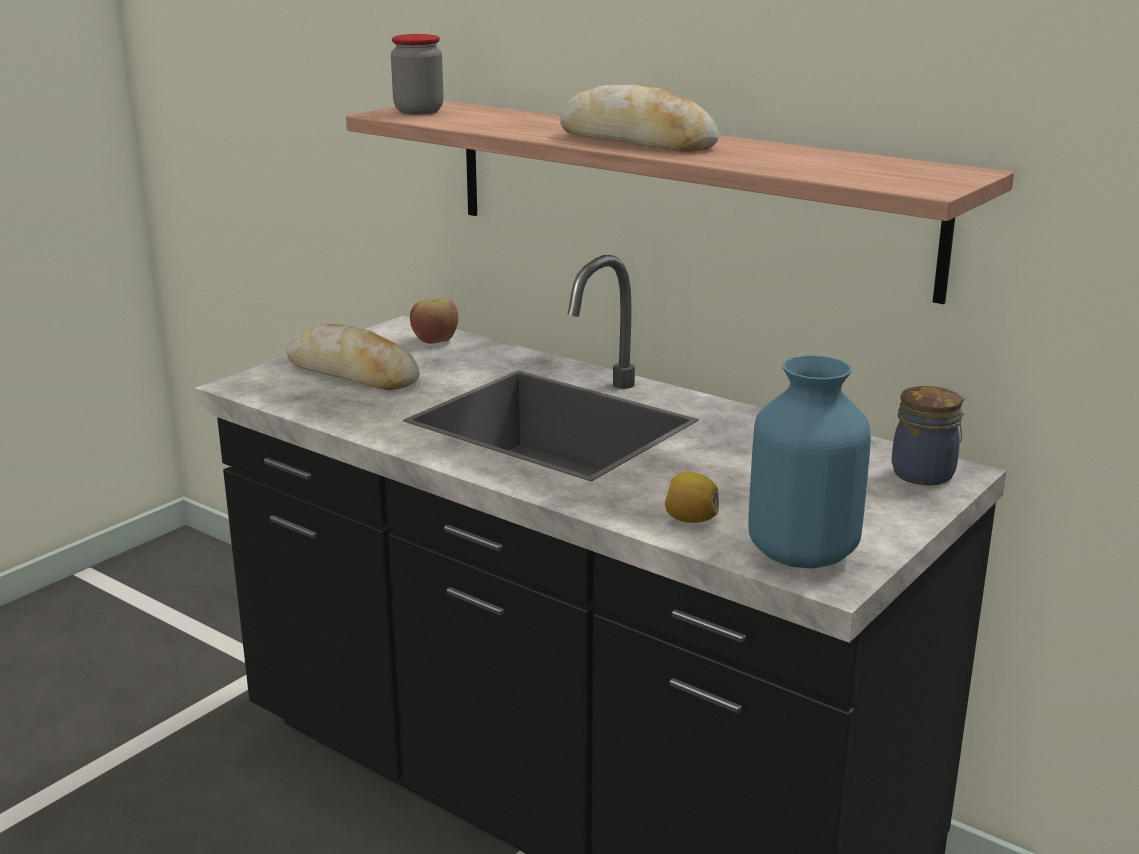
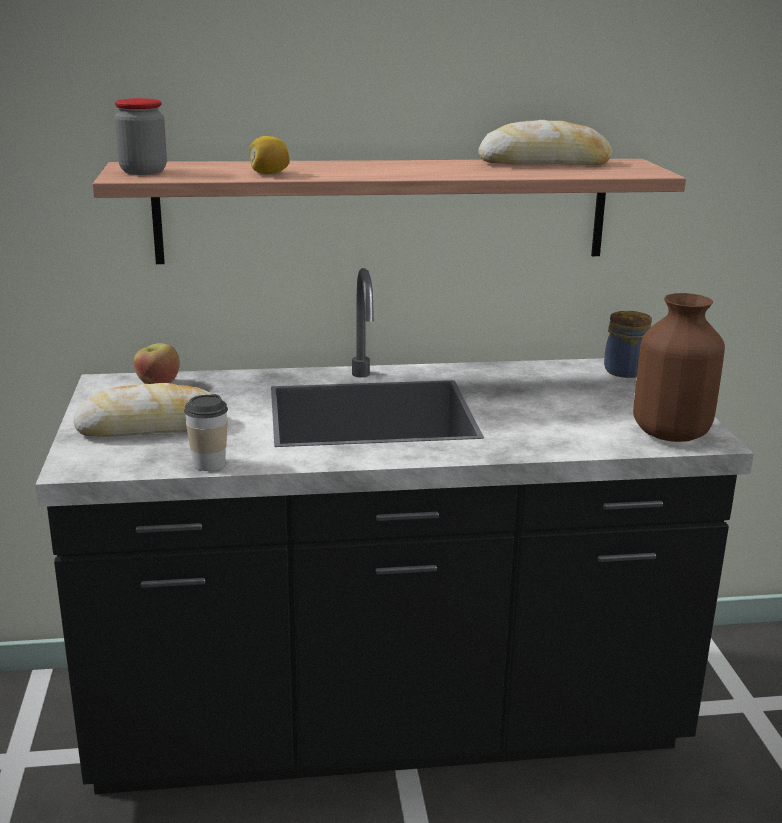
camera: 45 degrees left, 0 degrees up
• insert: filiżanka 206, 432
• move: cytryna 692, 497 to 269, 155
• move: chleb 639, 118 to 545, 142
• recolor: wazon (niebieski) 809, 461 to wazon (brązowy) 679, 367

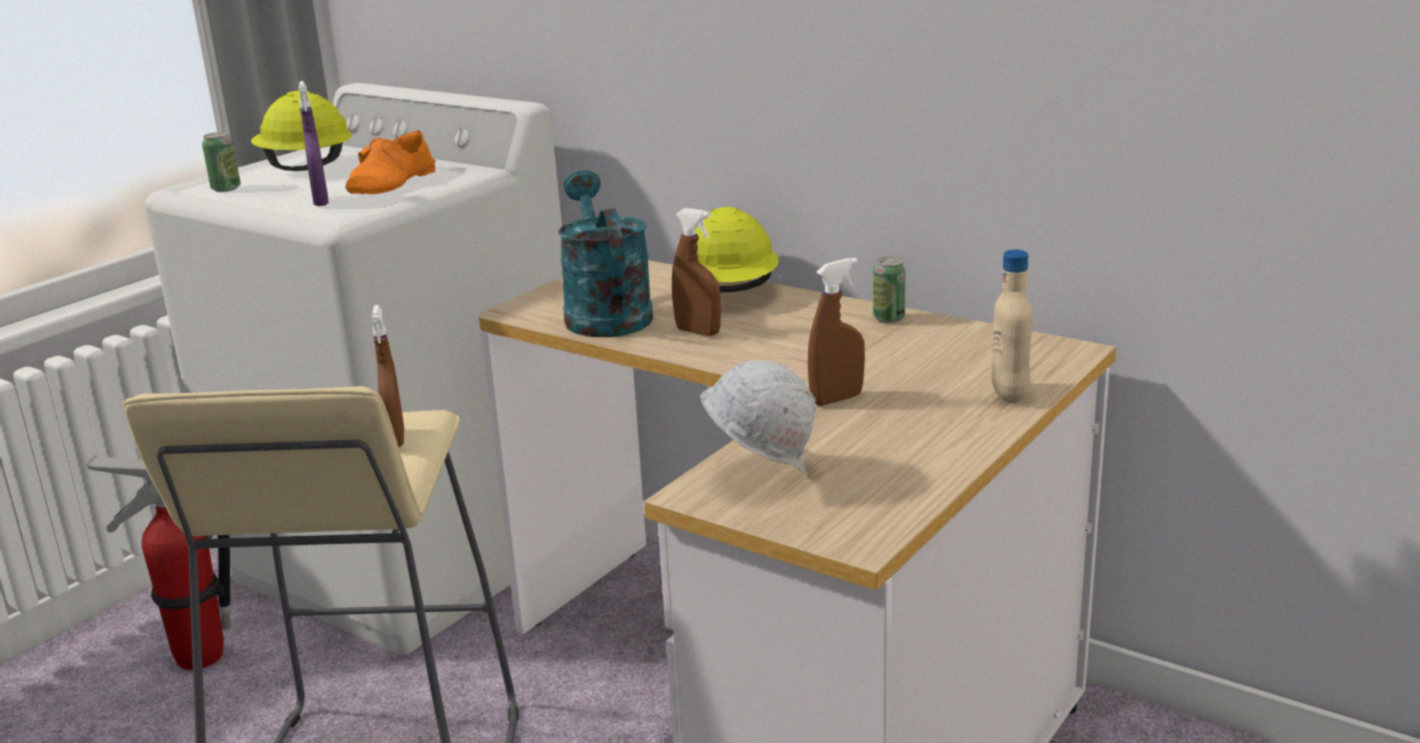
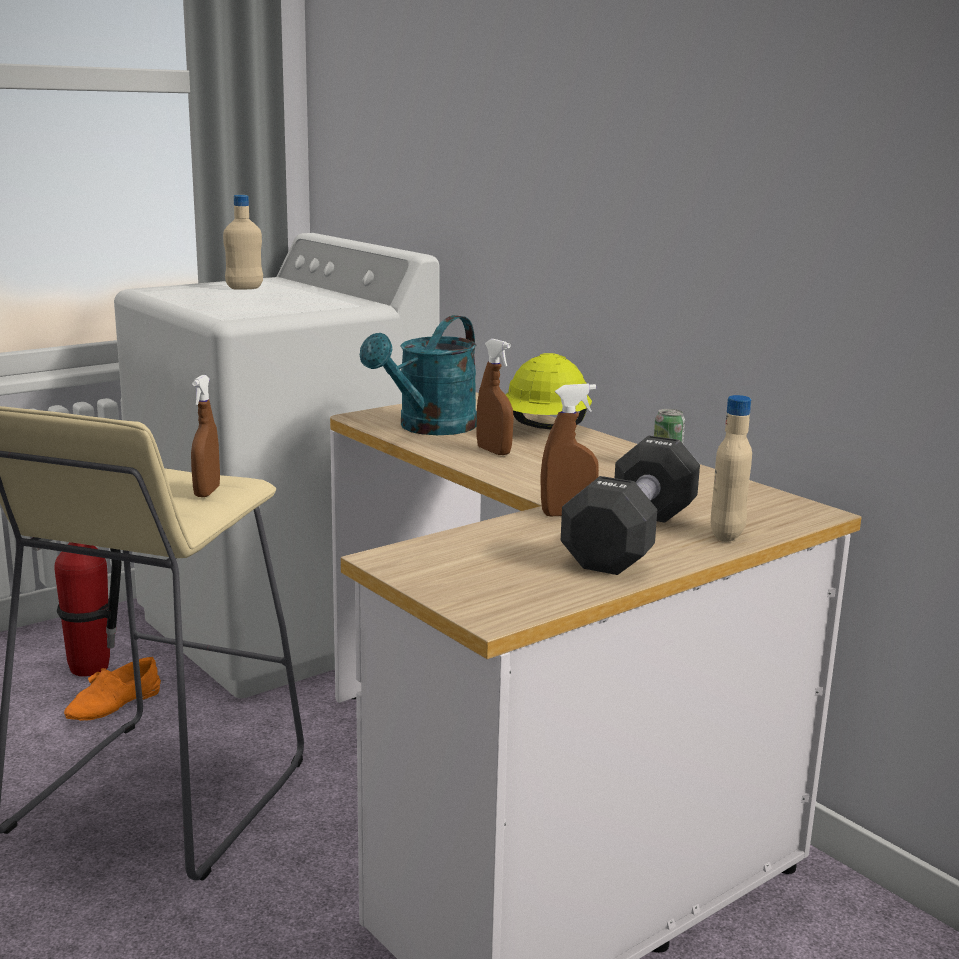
camera: 15 degrees right, 5 degrees down
• move: but (pomarańczowy) 390, 162 to 112, 689
• replace: kask (żółty) 301, 131 to butelka (beżowy) 243, 242
• rotate: konewka (turkusowy) 605, 253 = 418, 375 150 degrees counterclockwise
• insert: hantel (czarny) 630, 505
• delete: puszka 221, 162
• delete: spryskiwacz (fioletowy) 314, 143
• delete: kask (biały) 758, 417

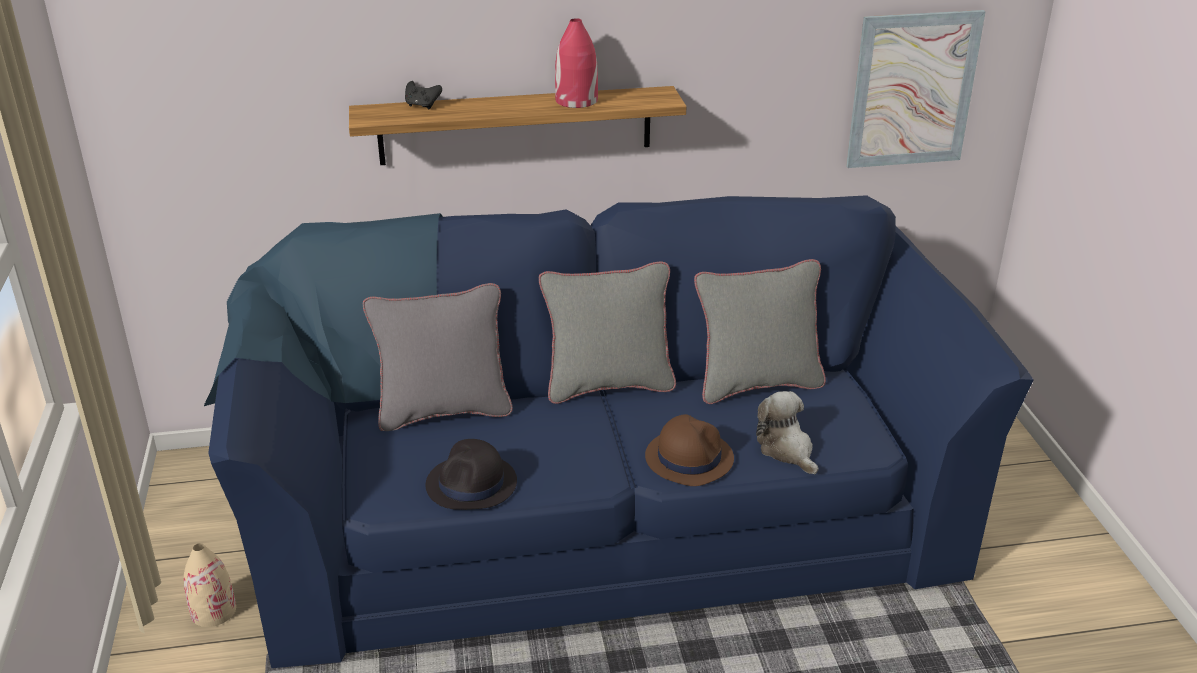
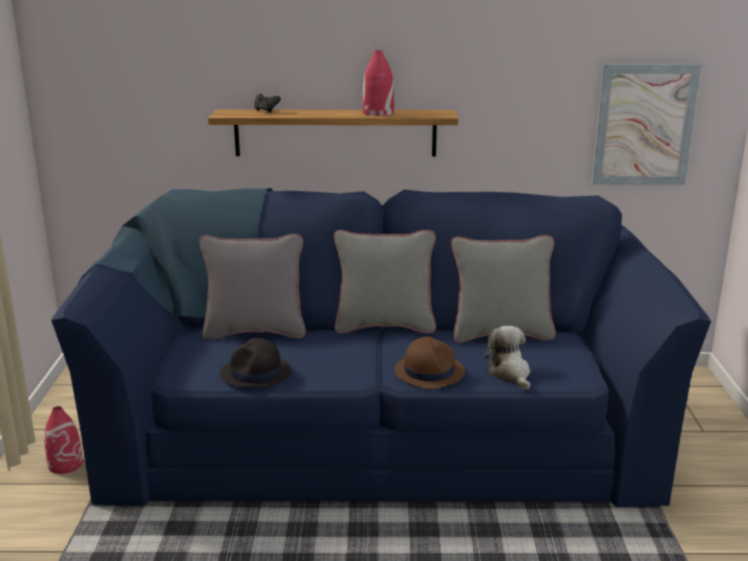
camera: 10 degrees right, 10 degrees down
• recolor: wazon (beżowy) 210, 585 to wazon (czerwony) 63, 440

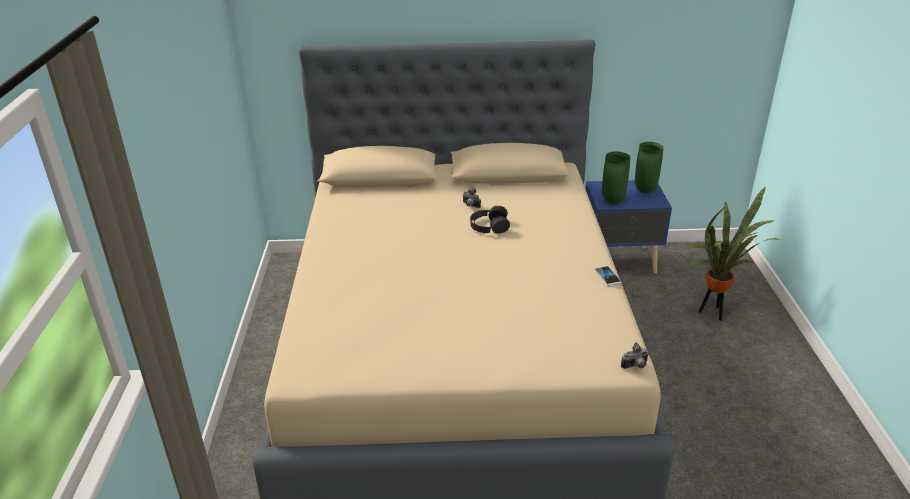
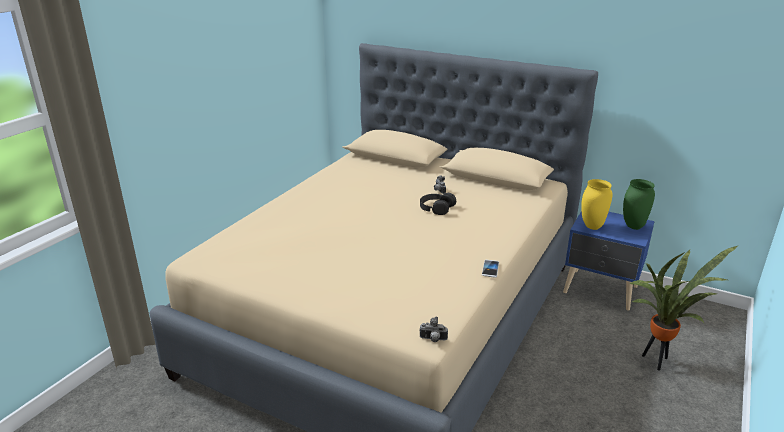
camera: 30 degrees right, 5 degrees down
• recolor: wazon (zielony) 616, 177 to wazon (żółty) 596, 204

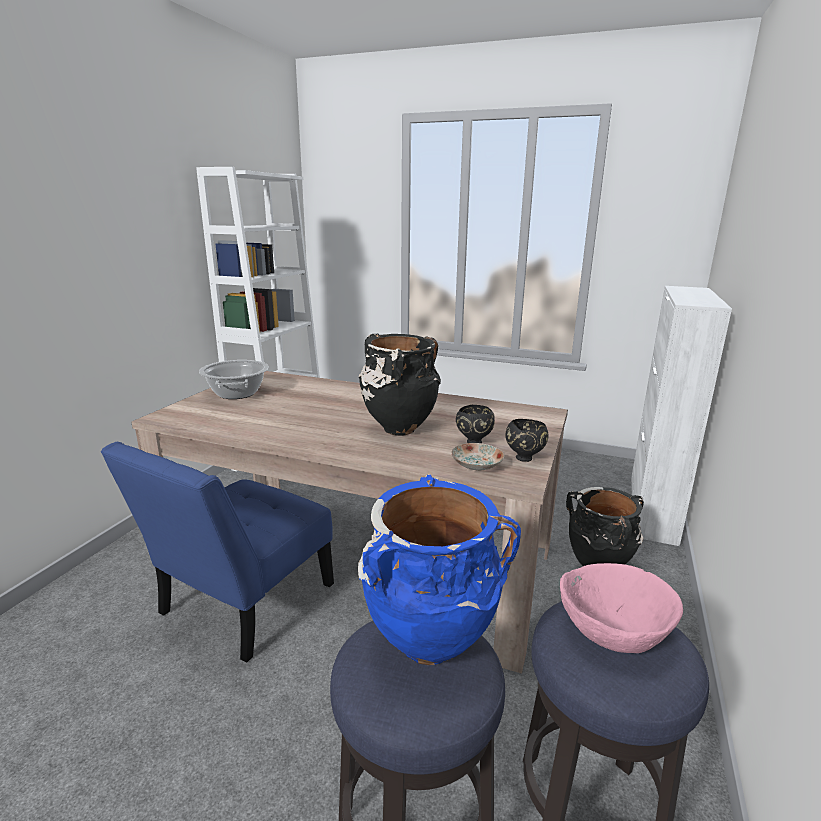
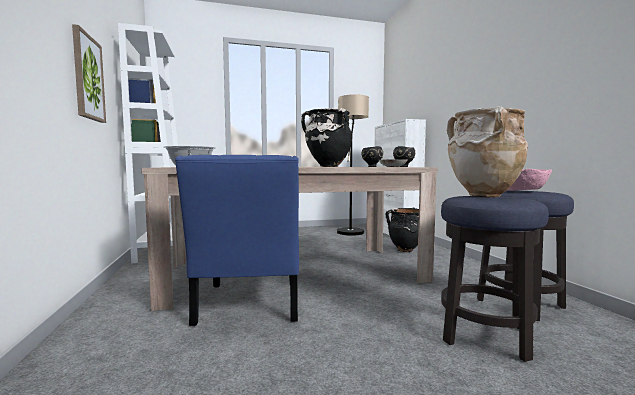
camera: 35 degrees left, 15 degrees down
• insert: obraz 89, 73
• insert: lampa stojąca 353, 165
• recolor: wazon (niebieski) 439, 569 to wazon (beżowy) 487, 151

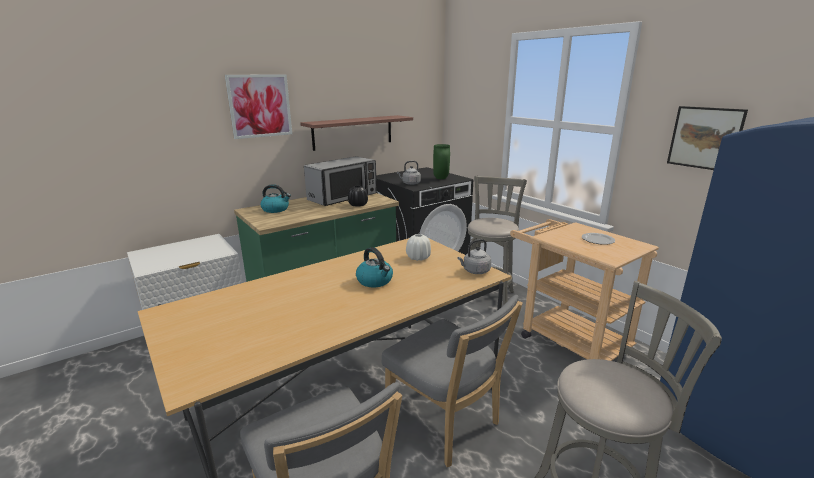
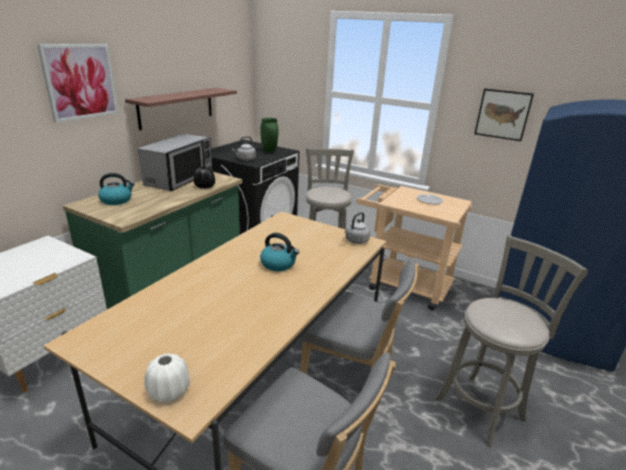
camera: 25 degrees left, 5 degrees up
• move: wazon (biały) 418, 247 to 167, 378

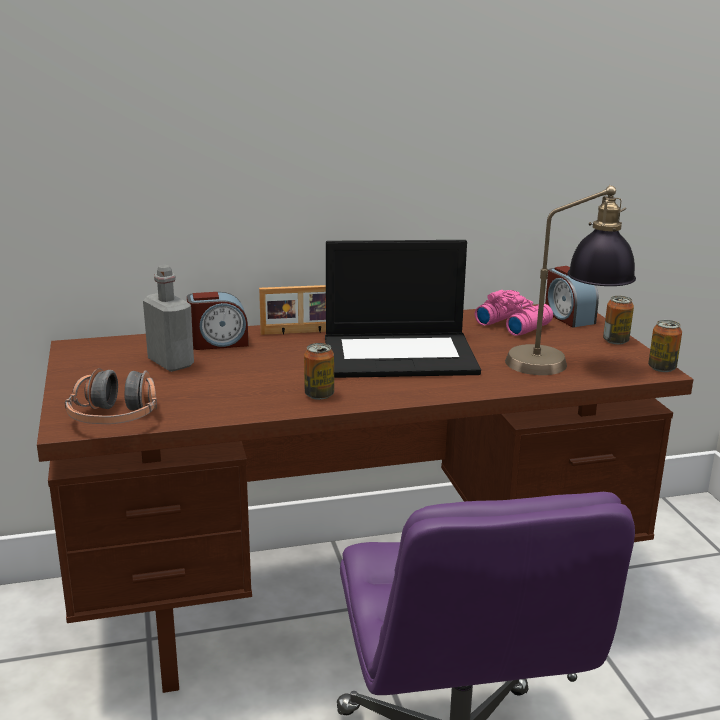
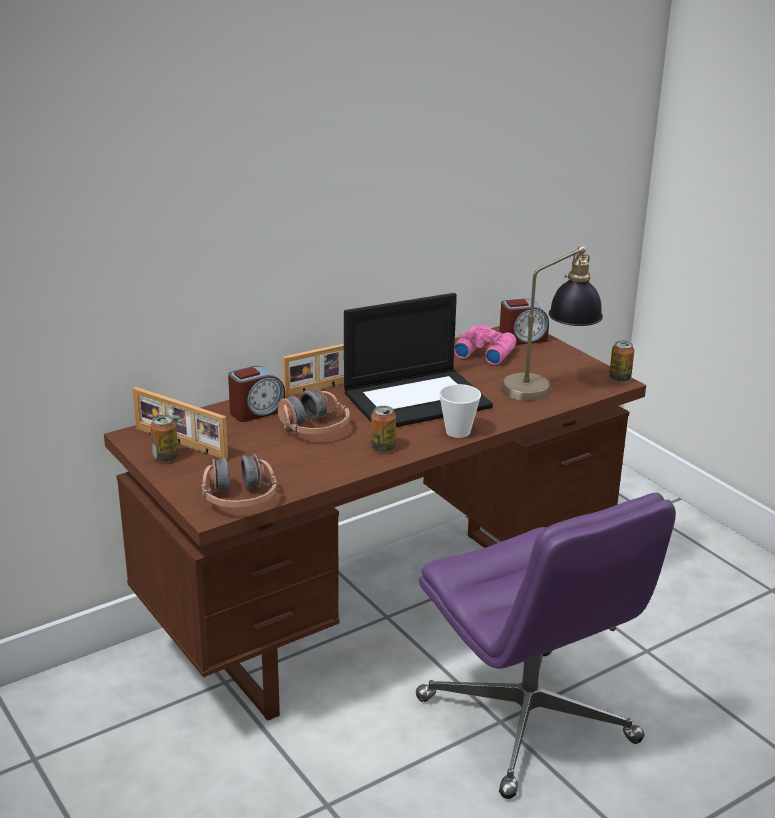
camera: 20 degrees left, 5 degrees up
• insert: ramka na zdjęcie 180, 423
• move: puszka 618, 320 to 164, 438
• insert: słuchawki 313, 411
• insert: filiżanka 460, 411
• rotate: budzik 572, 297 = 524, 322 60 degrees counterclockwise
• delete: butelka (szary) 168, 318

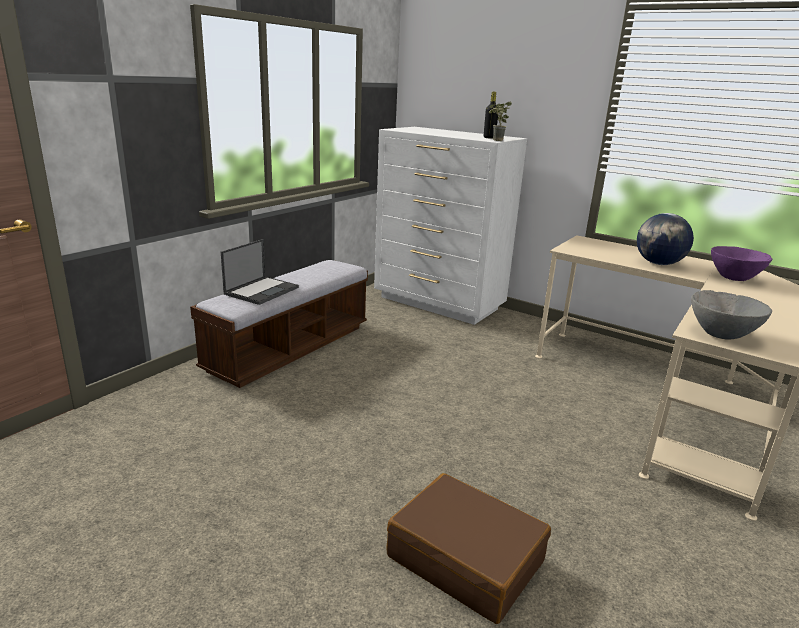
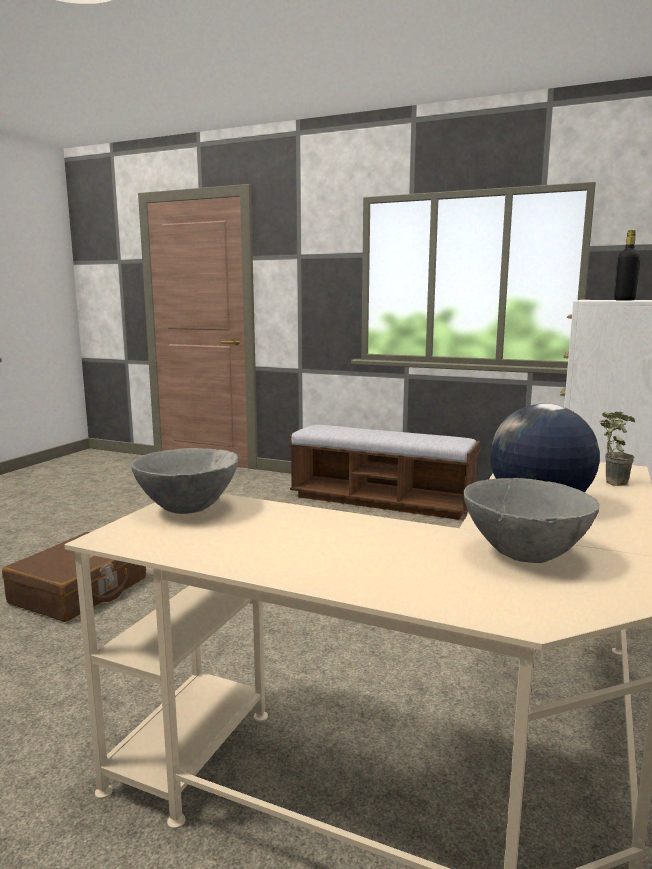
camera: 80 degrees right, 10 degrees down
• recolor: miska (fioletowy) 741, 263 to miska (szary) 531, 520
• move: roślina doniczkowa 500, 121 to 617, 448
• delete: laptop 260, 272

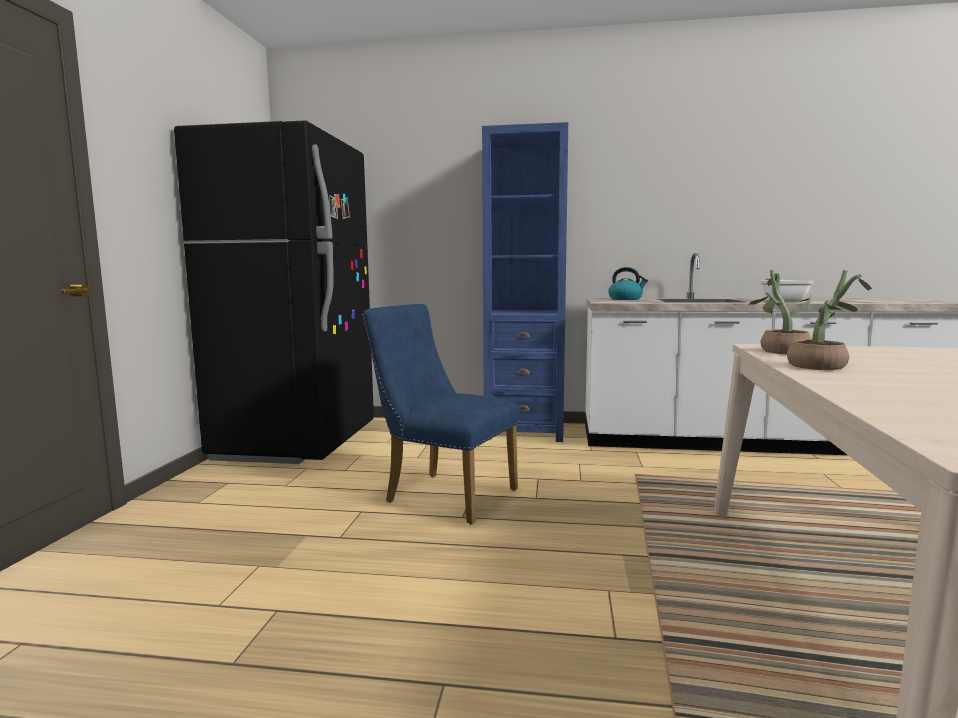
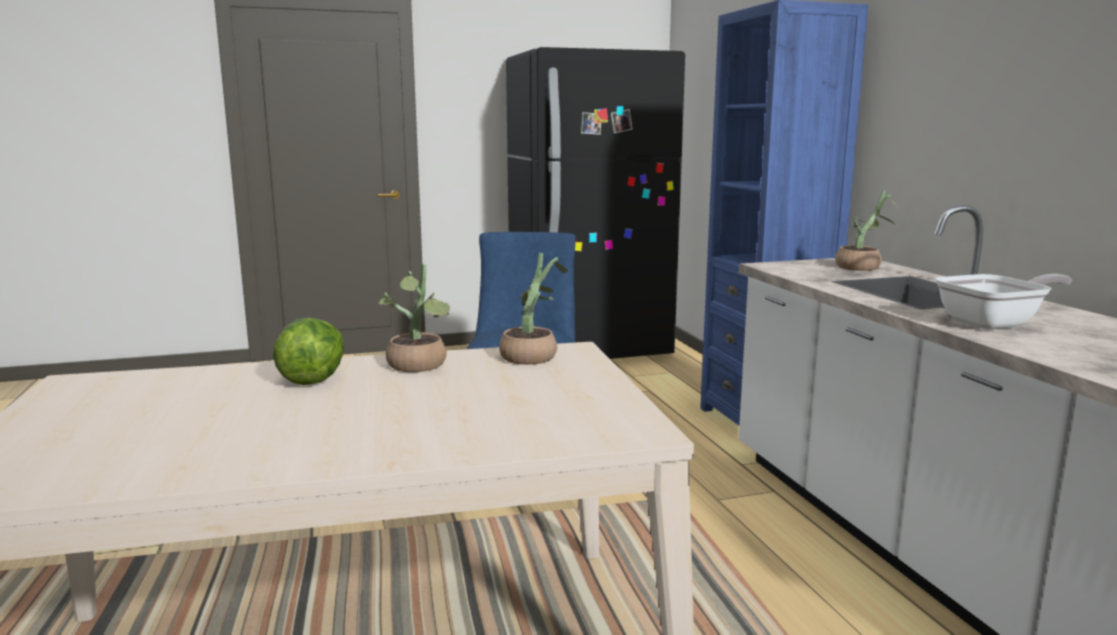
camera: 65 degrees right, 5 degrees up
• insert: sałata 308, 351
• replace: czajnik 628, 283 to roślina doniczkowa 866, 230

